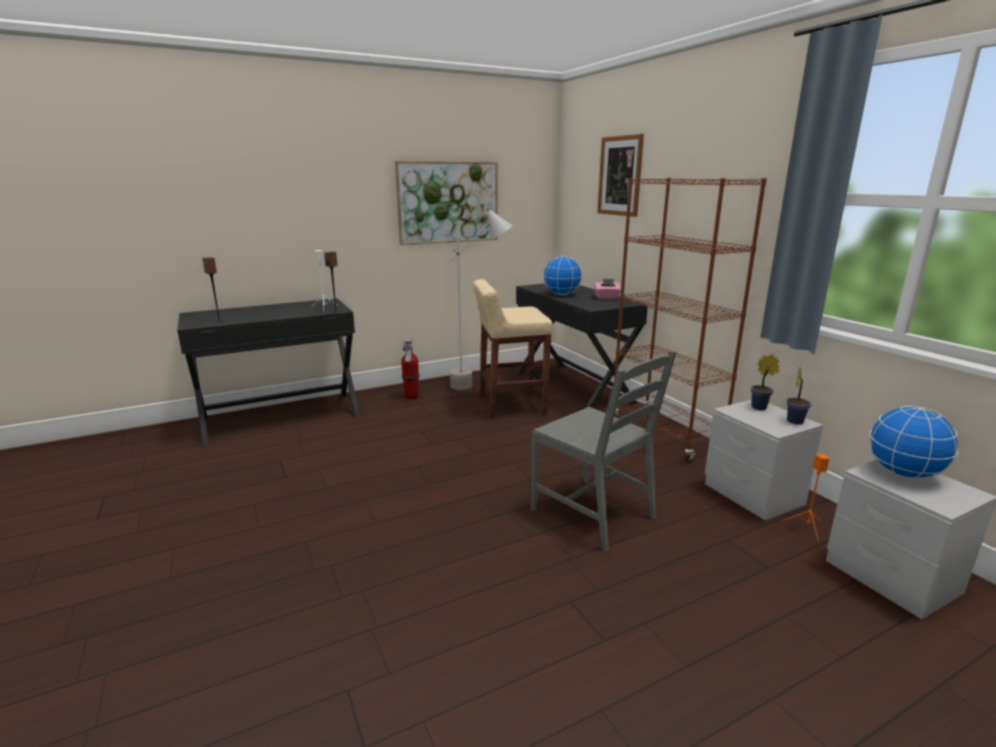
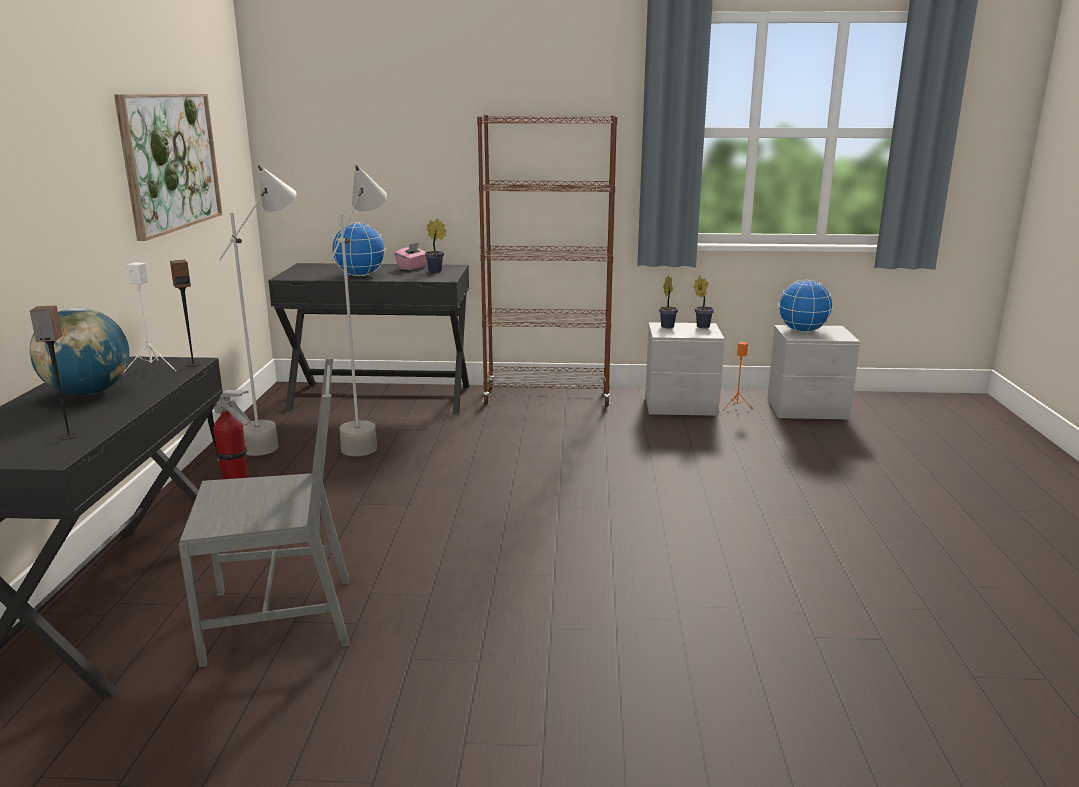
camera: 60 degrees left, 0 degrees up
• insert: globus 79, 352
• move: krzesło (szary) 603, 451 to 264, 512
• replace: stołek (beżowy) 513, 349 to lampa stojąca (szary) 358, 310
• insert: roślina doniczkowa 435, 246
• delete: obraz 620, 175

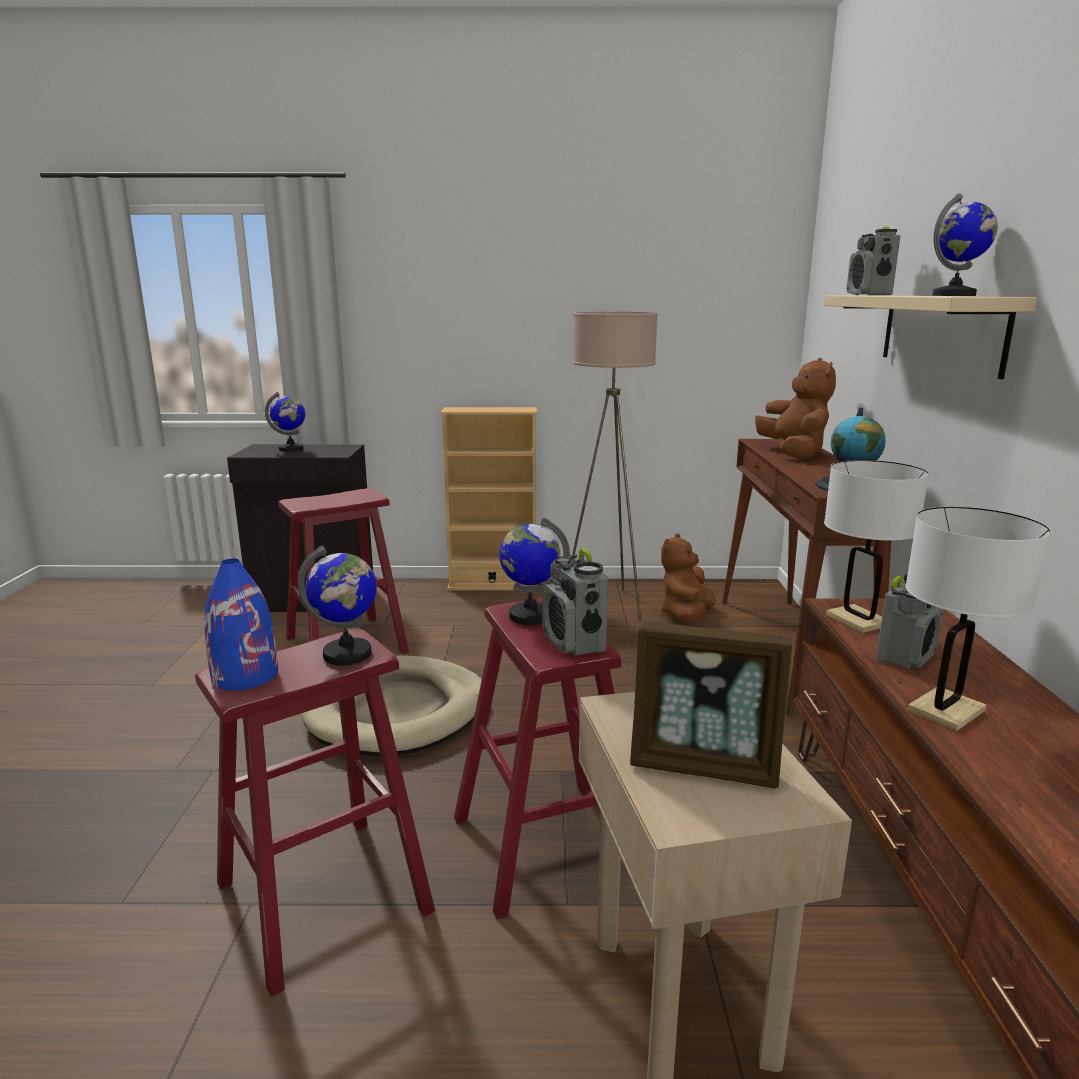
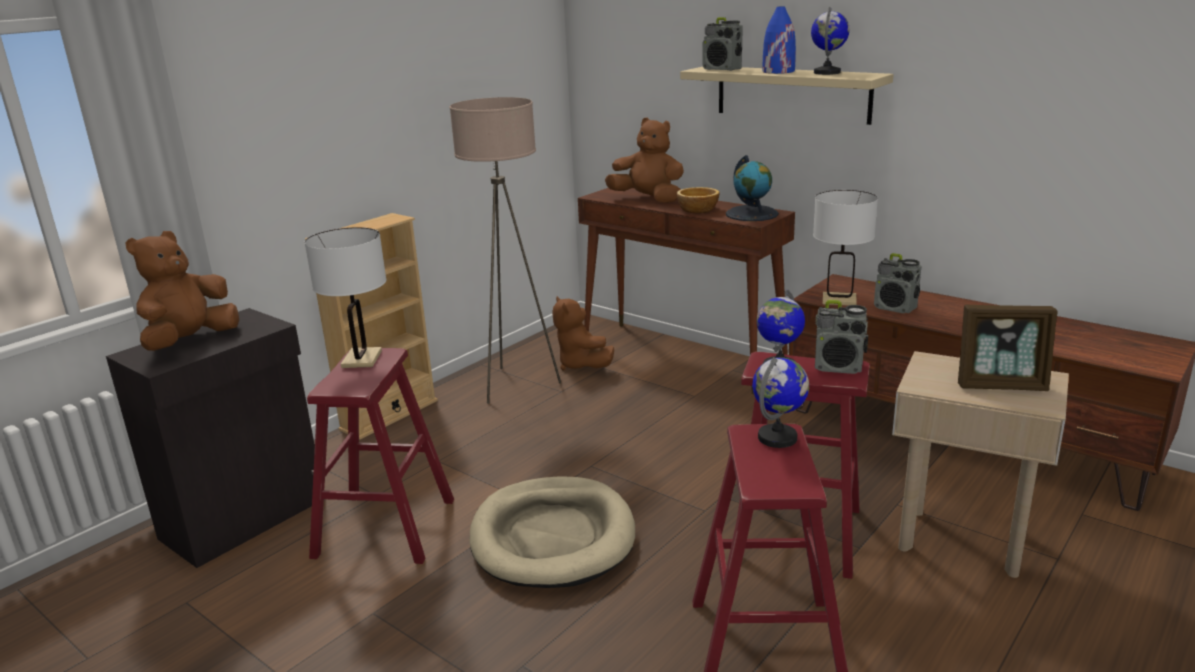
camera: 50 degrees left, 5 degrees up
• replace: globus 285, 422 to pluszak (brązowy) 182, 291
• move: lampa stołowa (biały) 978, 619 to 345, 297
• insert: miska 698, 200
• move: wazon (niebieski) 241, 625 to 779, 40
• rotate: radio 909, 621 = 898, 283 135 degrees clockwise
• rotate: ramka na zdjęcie 711, 705 = 1008, 348 45 degrees clockwise

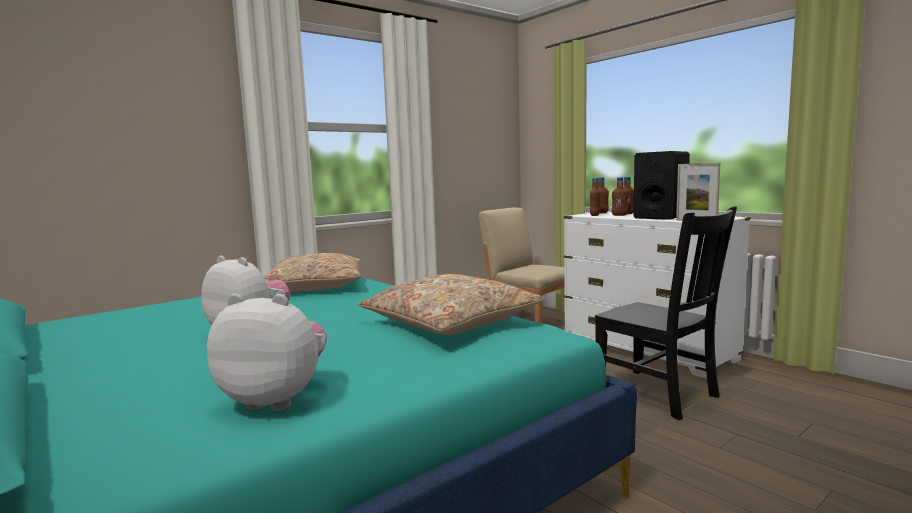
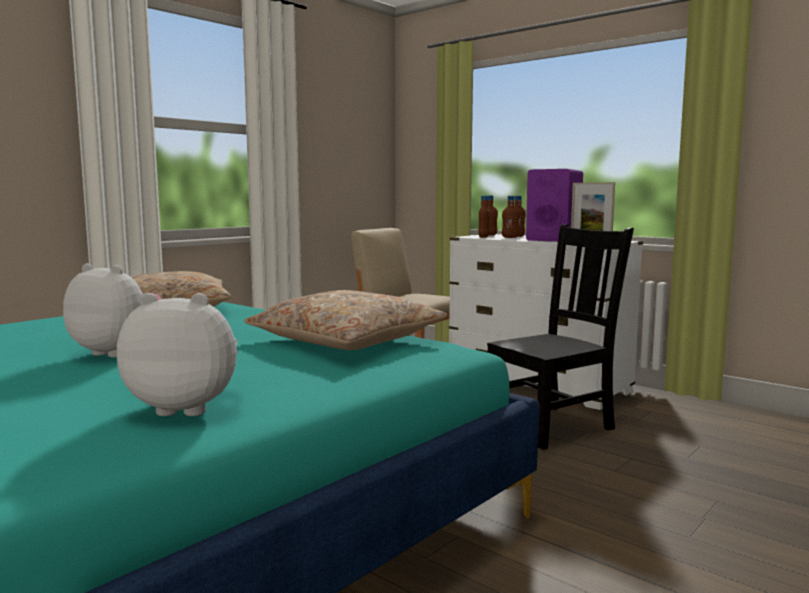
camera: 10 degrees left, 0 degrees up
• rotate: krzesło (czarny) 666, 313 = 560, 337 75 degrees counterclockwise
• recolor: głośnik (czarny) 662, 185 to głośnik (fioletowy) 554, 205

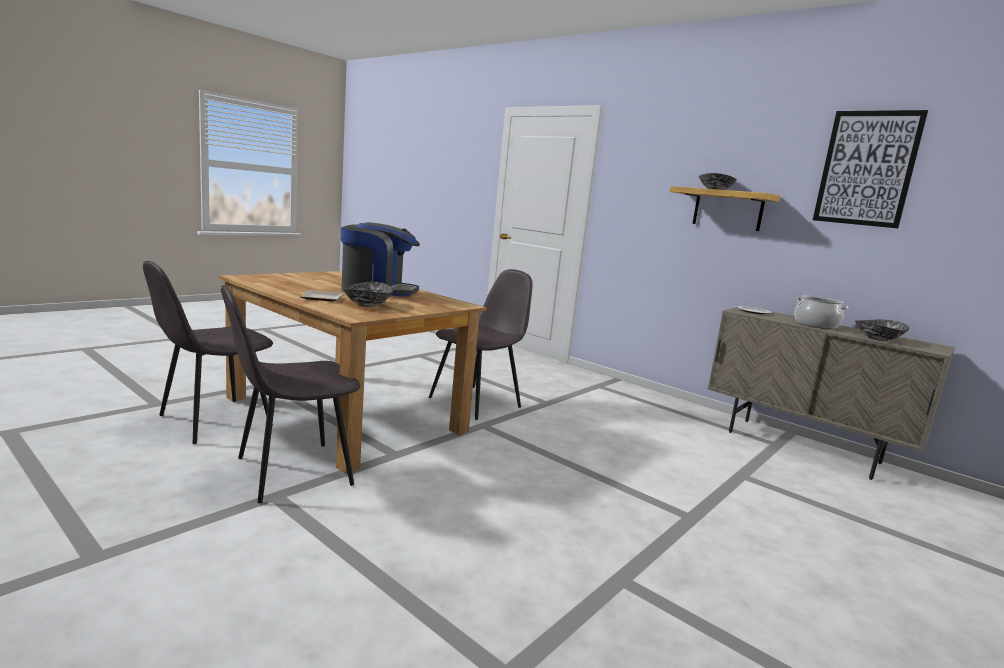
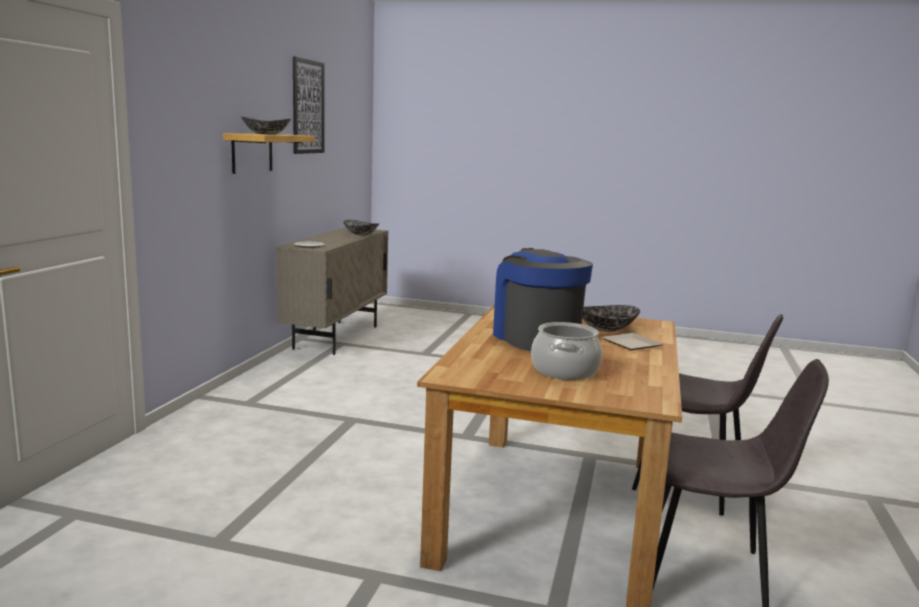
camera: 115 degrees left, 0 degrees up
• move: garnek 821, 312 to 566, 351
• delete: krzesło (szary) 481, 344

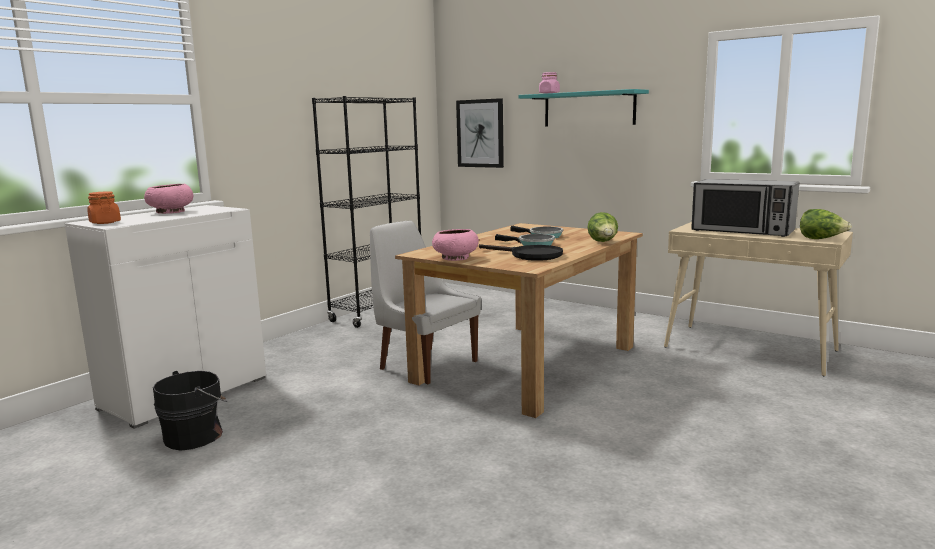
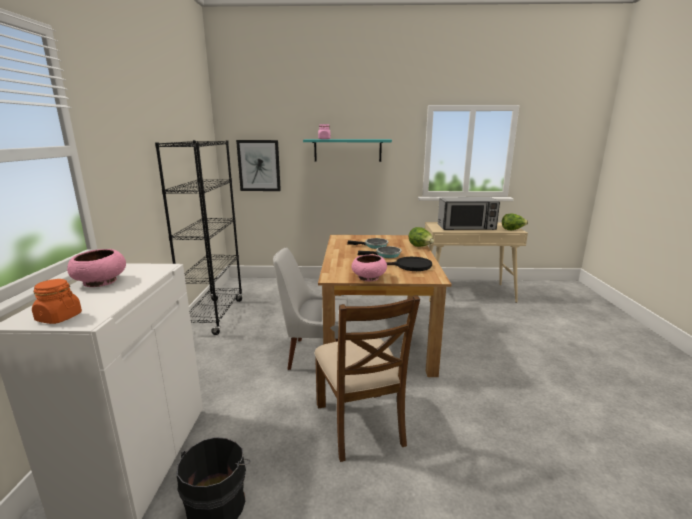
camera: 35 degrees left, 5 degrees up
• insert: krzesło (brązowy) 367, 378

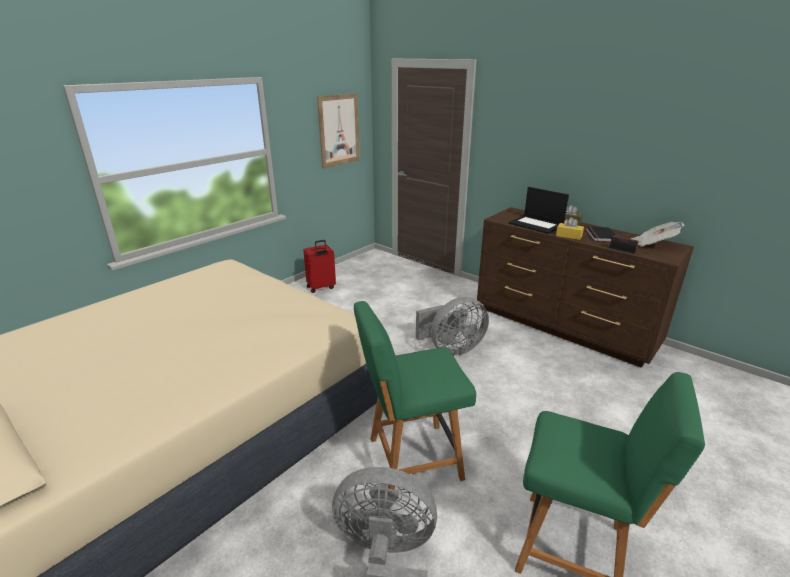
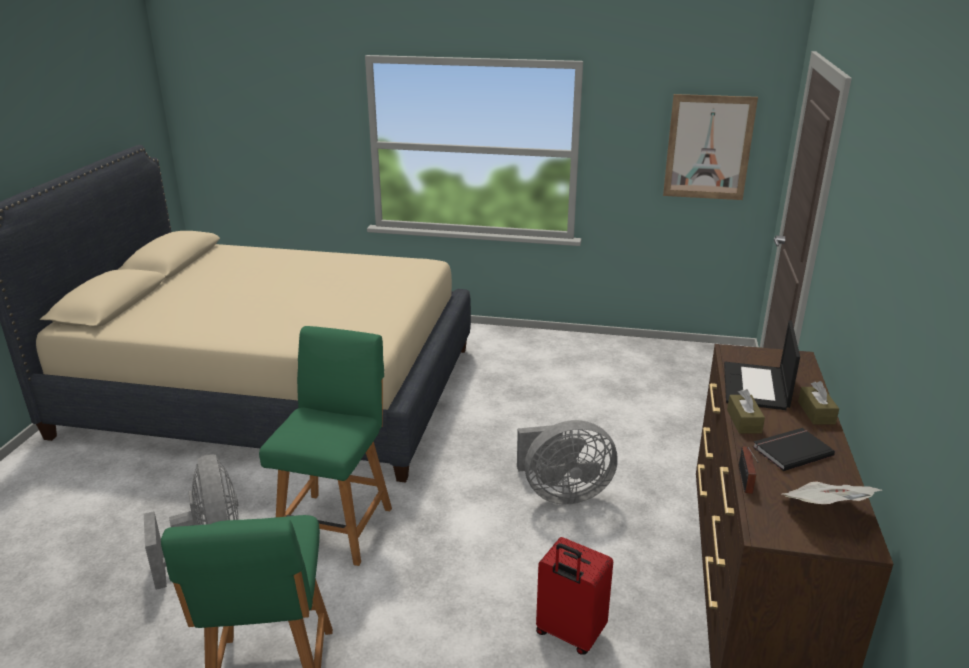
camera: 60 degrees right, 0 degrees up
• rotate: krzesło (zielony) 415, 395 = 325, 446 60 degrees clockwise
• rotate: wentylator (szary) 452, 326 = 567, 462 45 degrees counterclockwise
• move: walizka (czerwony) 319, 266 to 574, 596
• recolor: pudełko chusteczek (żółty) 570, 228 to pudełko chusteczek (brązowy) 746, 411

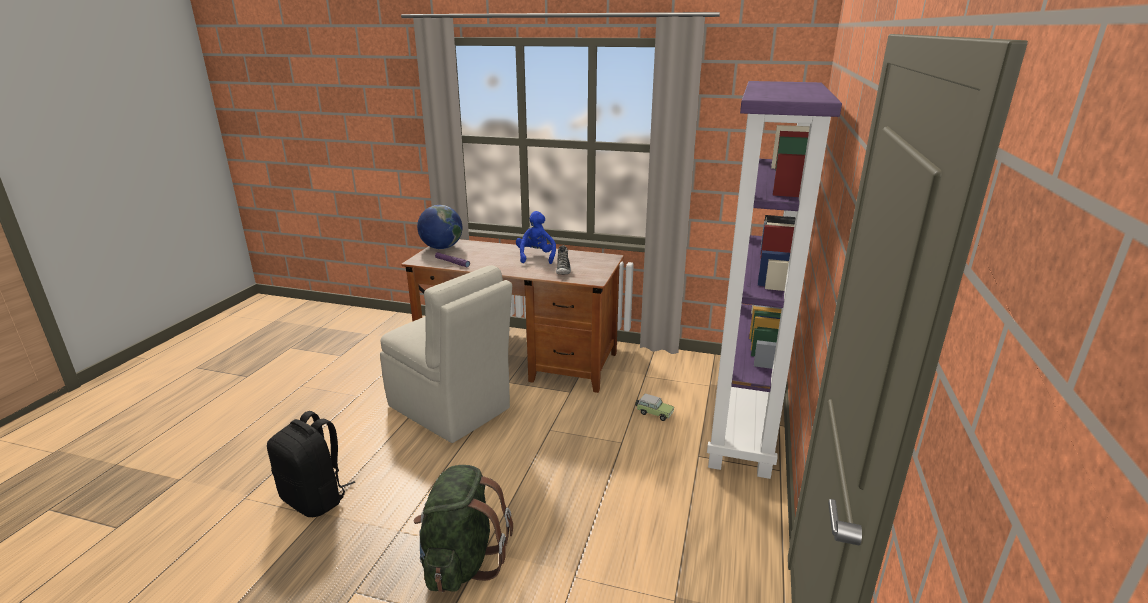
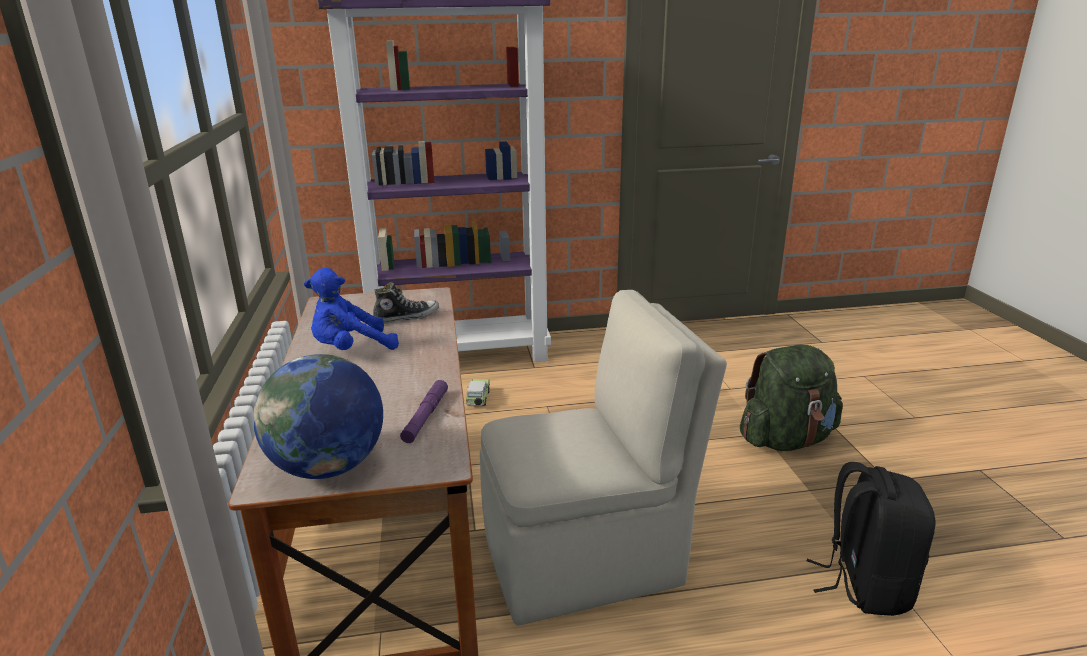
camera: 115 degrees left, 0 degrees up
• rotate: krzesło (beżowy) 446, 354 = 603, 458 60 degrees clockwise

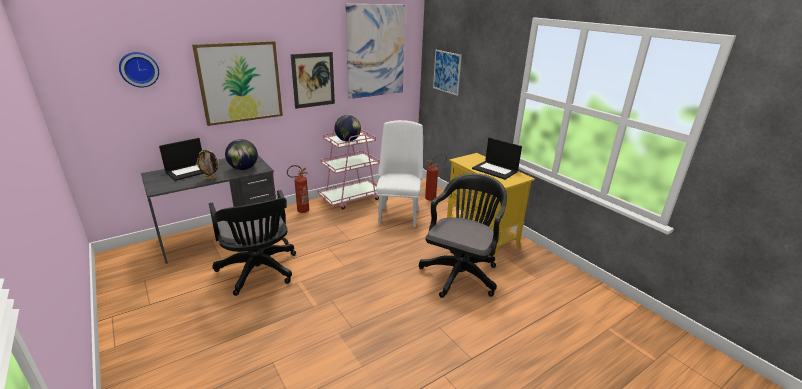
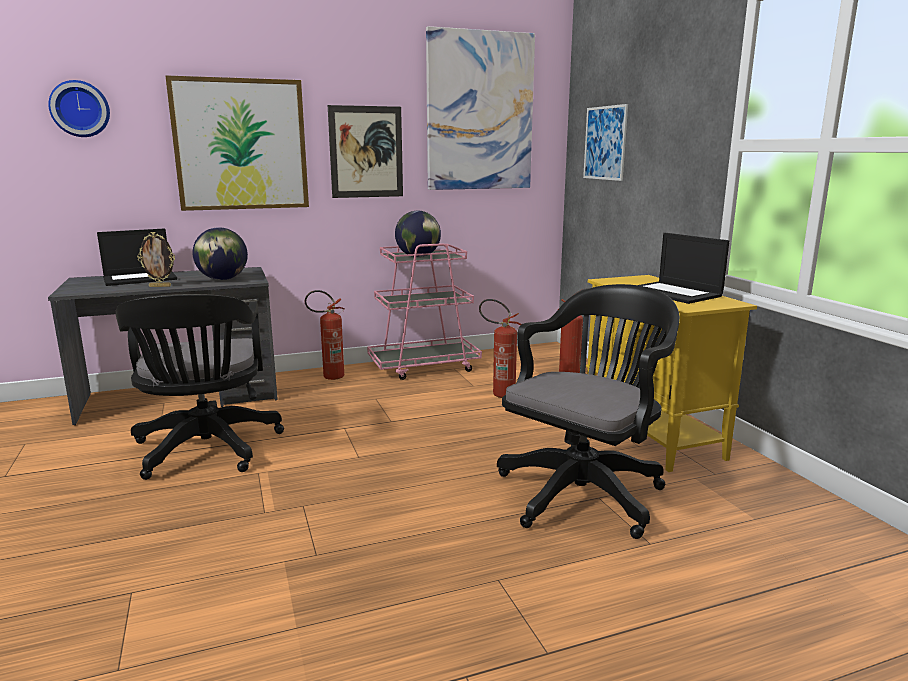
camera: 15 degrees right, 10 degrees down
• replace: krzesło (biały) 399, 173 to gaśnica 500, 348

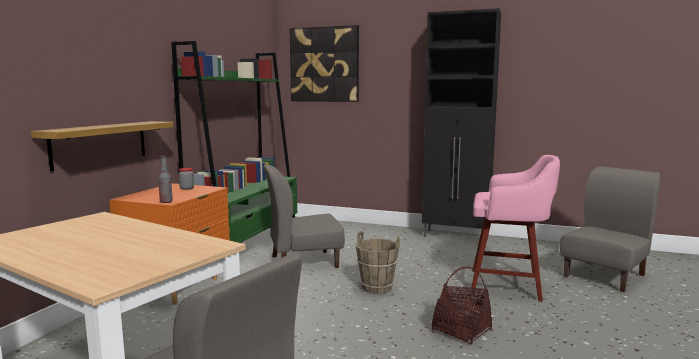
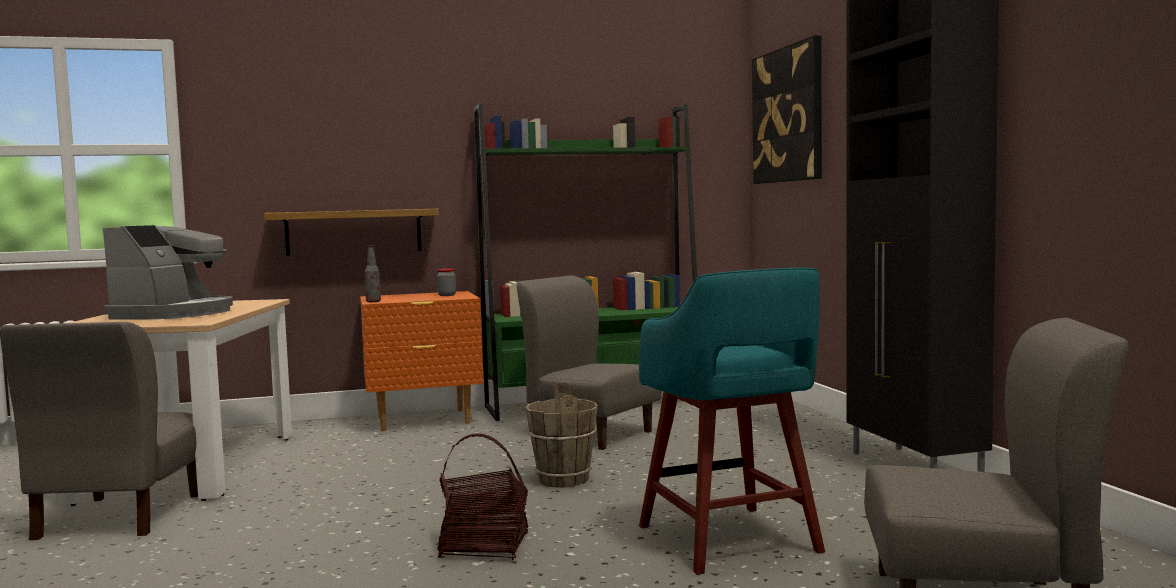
camera: 55 degrees right, 5 degrees down
• insert: ekspres do kawy 168, 272
• recolor: stołek (różowy) 515, 228 to stołek (turkusowy) 732, 421

